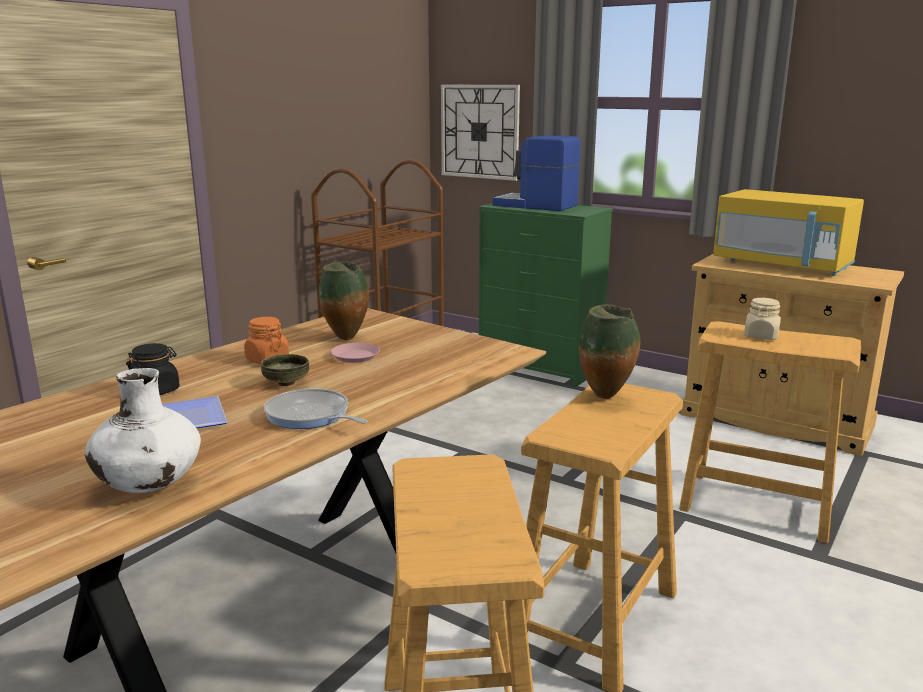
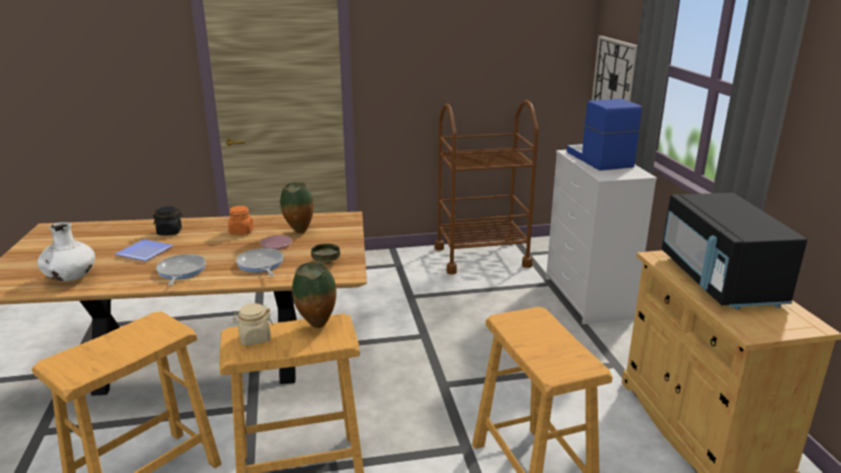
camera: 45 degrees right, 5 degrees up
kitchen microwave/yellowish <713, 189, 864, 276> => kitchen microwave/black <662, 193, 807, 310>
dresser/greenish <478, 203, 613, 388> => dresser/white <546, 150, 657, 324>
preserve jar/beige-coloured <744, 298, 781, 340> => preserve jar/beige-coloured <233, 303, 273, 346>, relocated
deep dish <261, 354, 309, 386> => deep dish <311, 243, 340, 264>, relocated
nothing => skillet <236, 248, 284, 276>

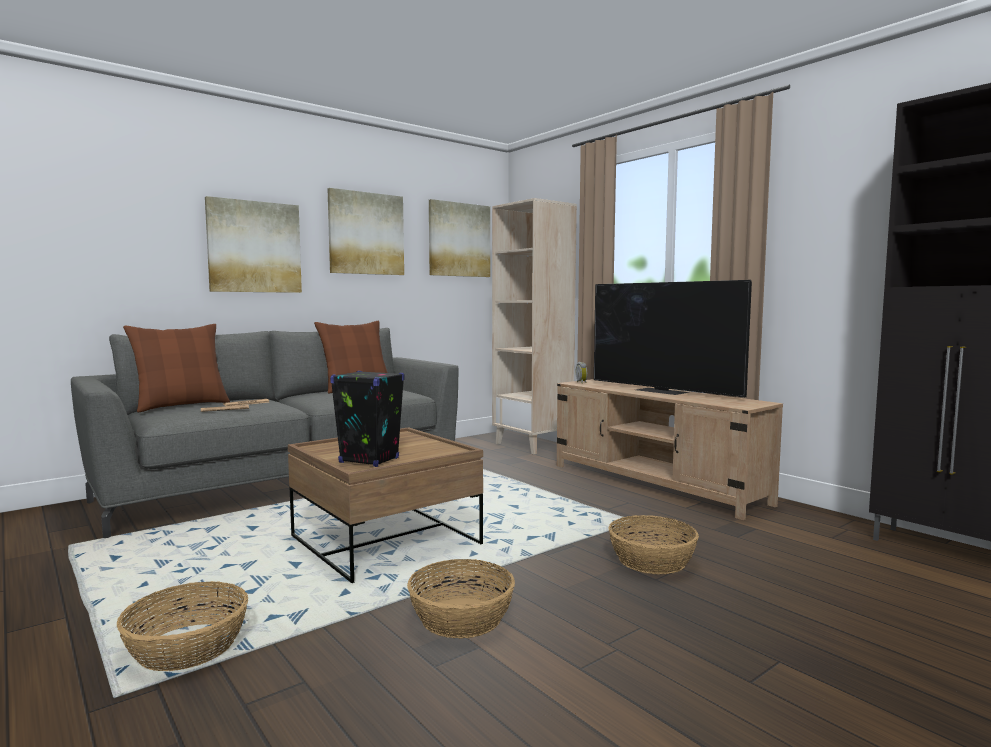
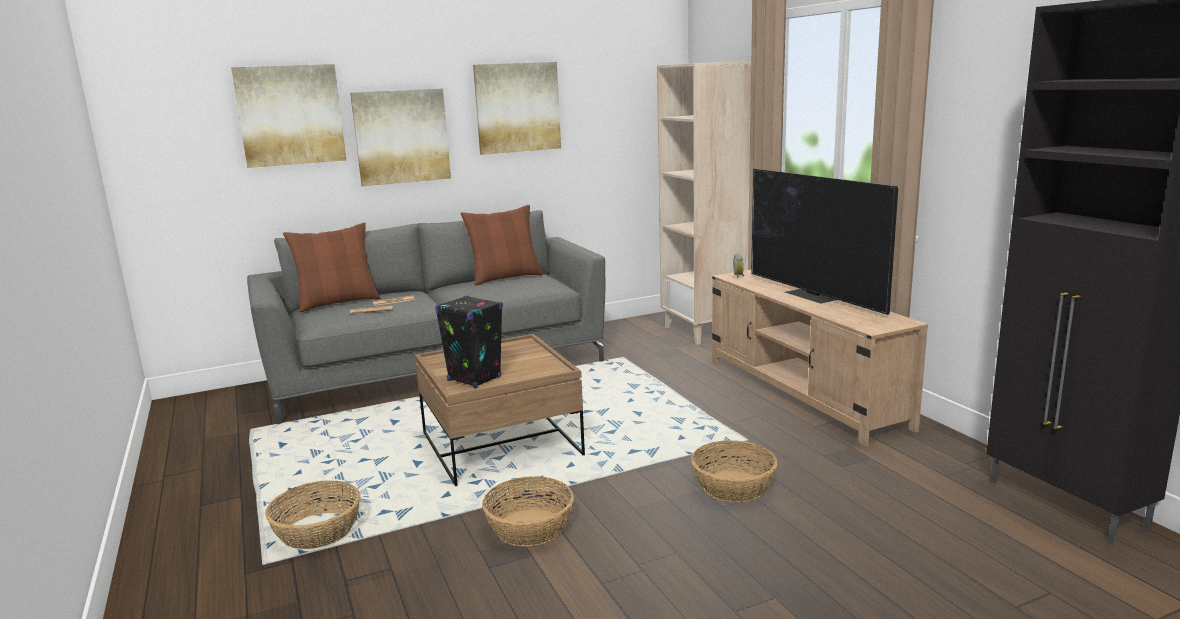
camera: 15 degrees right, 10 degrees up
picture <429, 199, 490, 277> => picture <231, 64, 346, 168>, relocated

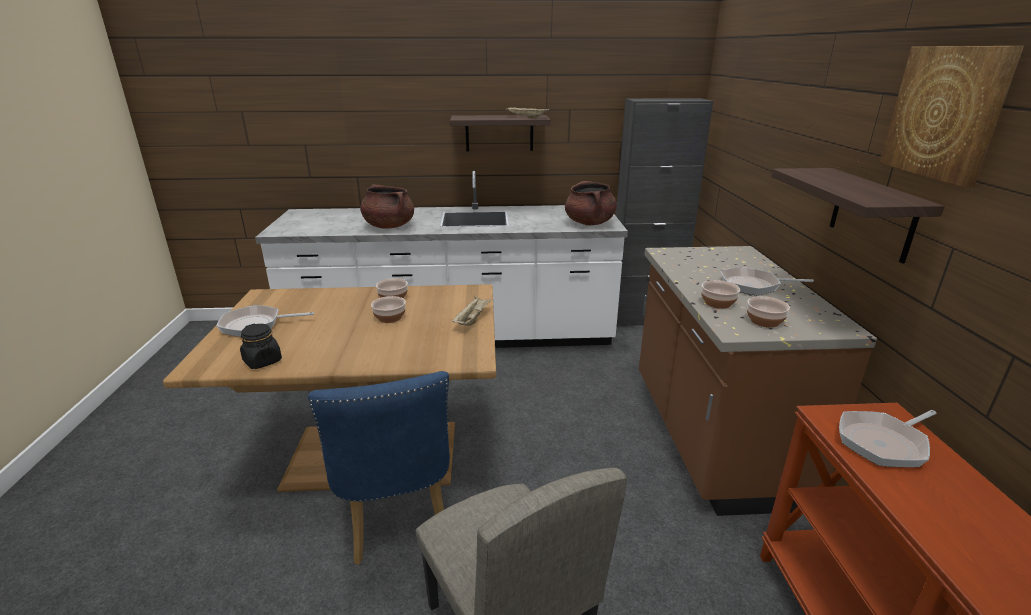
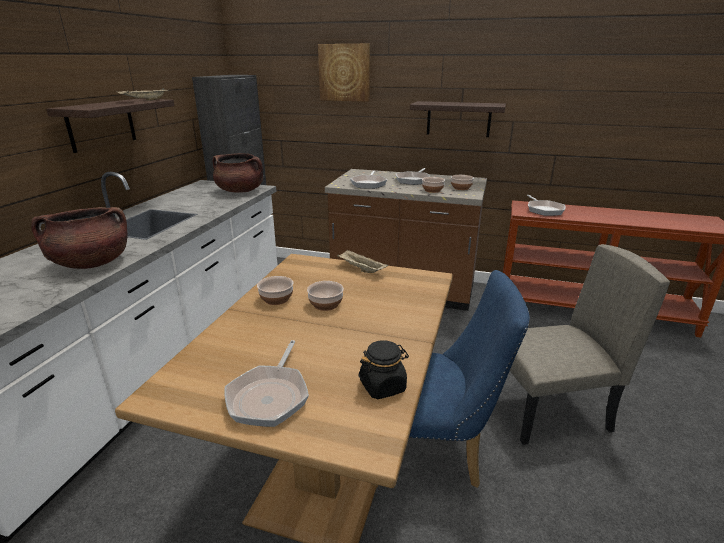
camera: 70 degrees left, 0 degrees up
picture <880, 46, 1024, 188> => picture <318, 44, 370, 102>, relocated
nothing => skillet <350, 170, 387, 189>

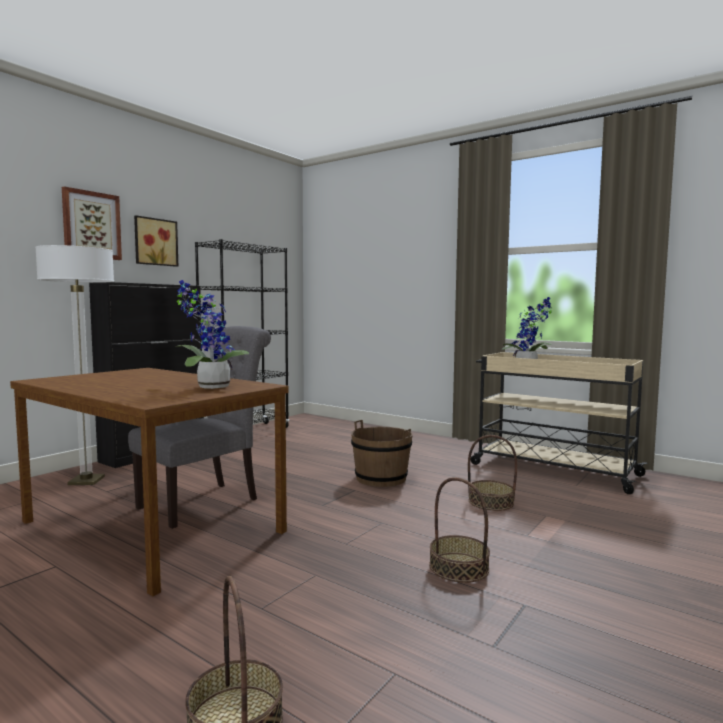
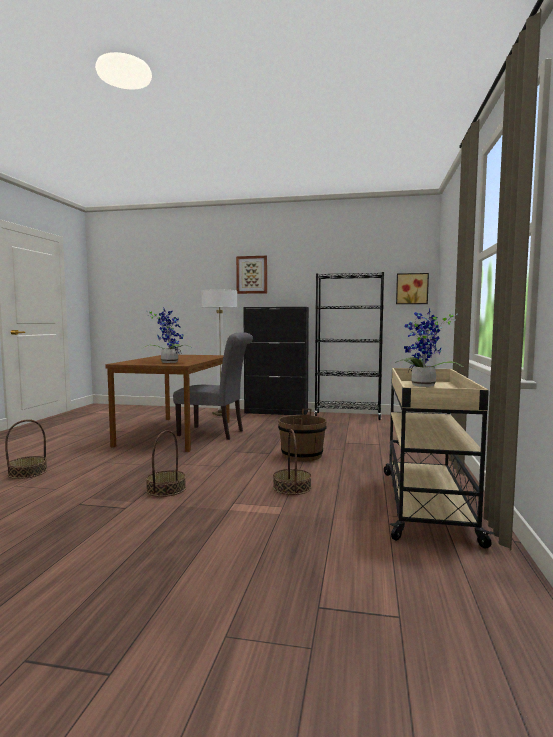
camera: 65 degrees right, 0 degrees up
picture <134, 215, 178, 267> => picture <396, 273, 429, 304>, relocated

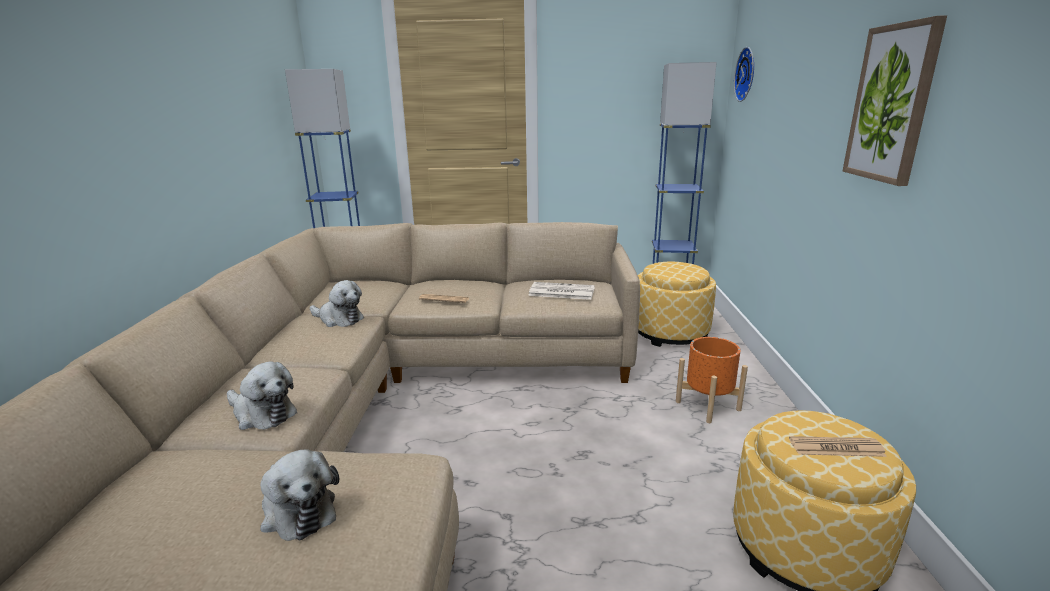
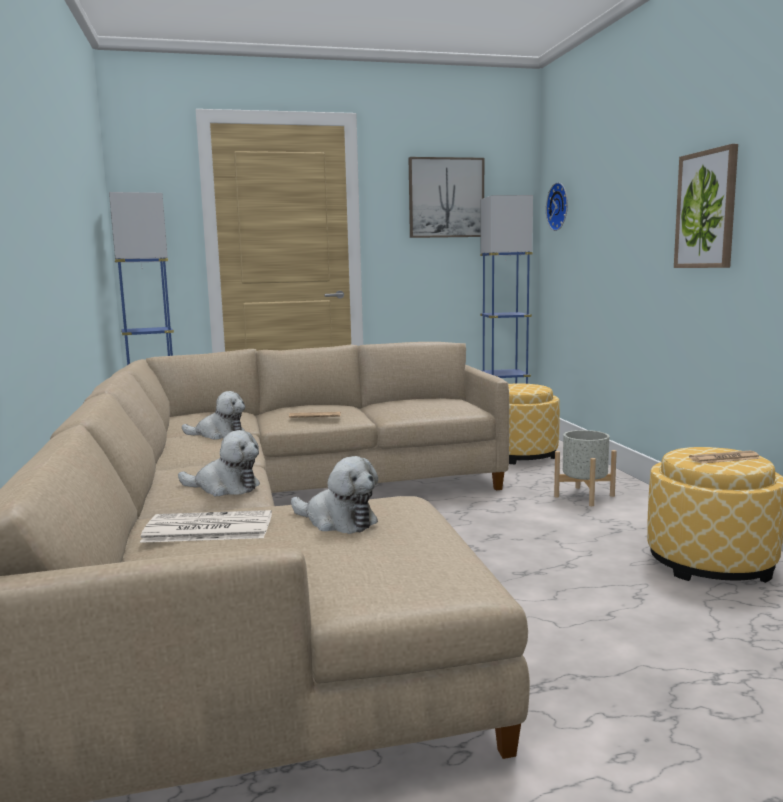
camera: 15 degrees left, 10 degrees down
printed paper <528, 282, 595, 300> => printed paper <139, 510, 272, 543>, relocated
planter/orange-coloured <676, 337, 748, 423> => planter/grey <554, 430, 617, 506>
nothing => picture <409, 157, 484, 238>

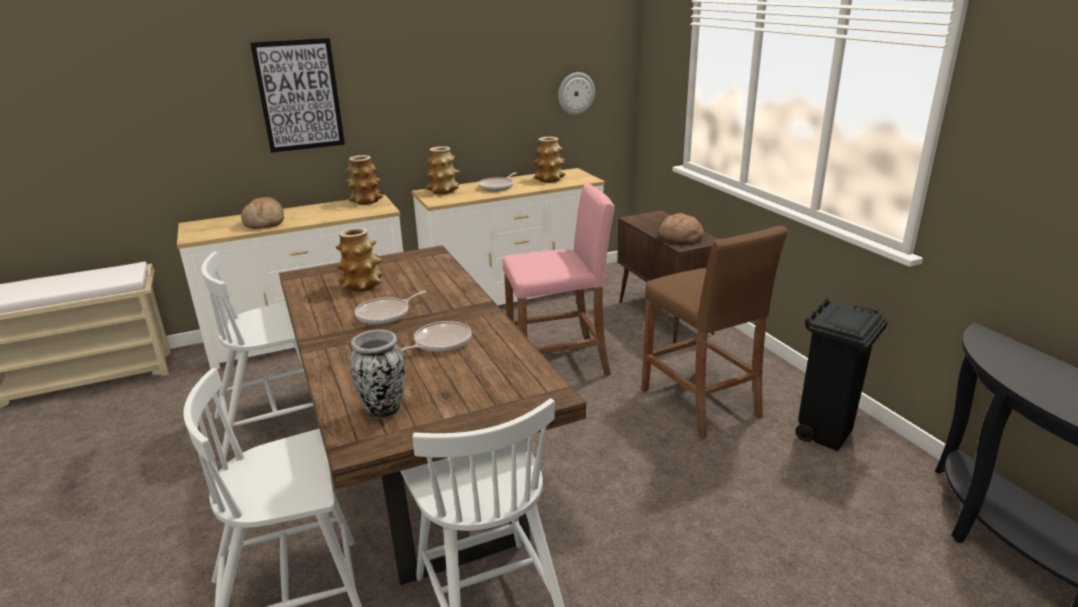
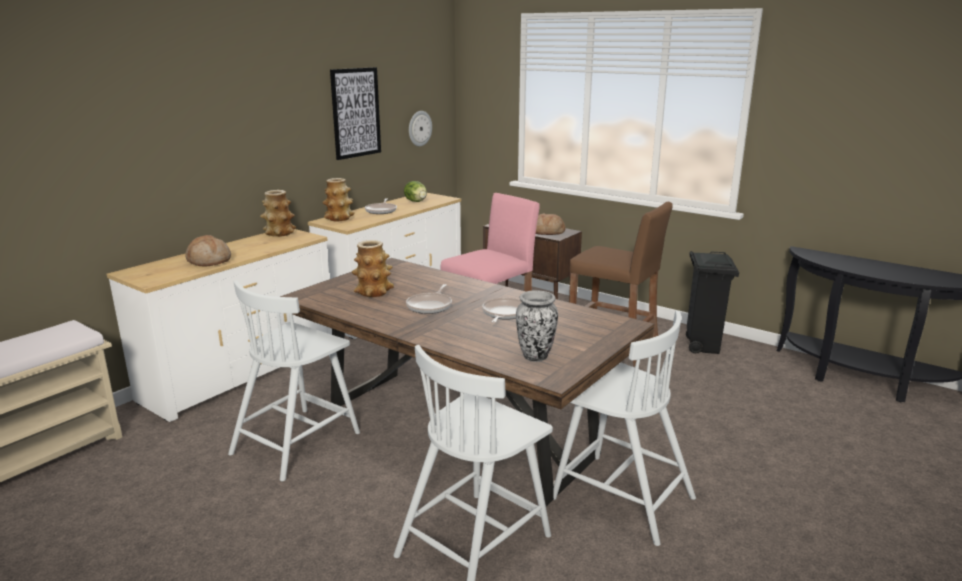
camera: 30 degrees left, 5 degrees down
picture <250, 38, 345, 153> => picture <330, 67, 381, 160>, relocated
decorative vase <533, 136, 566, 183> => lettuce <404, 181, 427, 202>

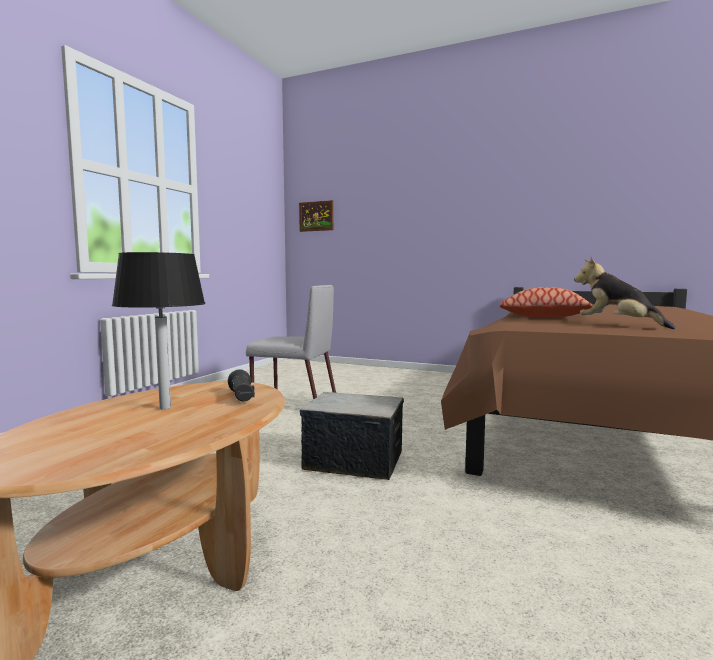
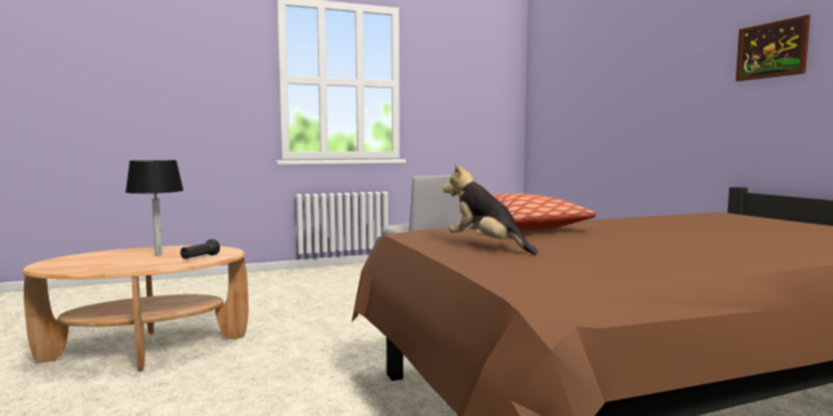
camera: 45 degrees right, 0 degrees up
picture <299, 200, 333, 232> => picture <736, 15, 810, 81>, relocated
cuddly toy <574, 257, 676, 329> => cuddly toy <443, 163, 538, 255>, 45 degrees counterclockwise
storage box <300, 392, 404, 480> => nothing

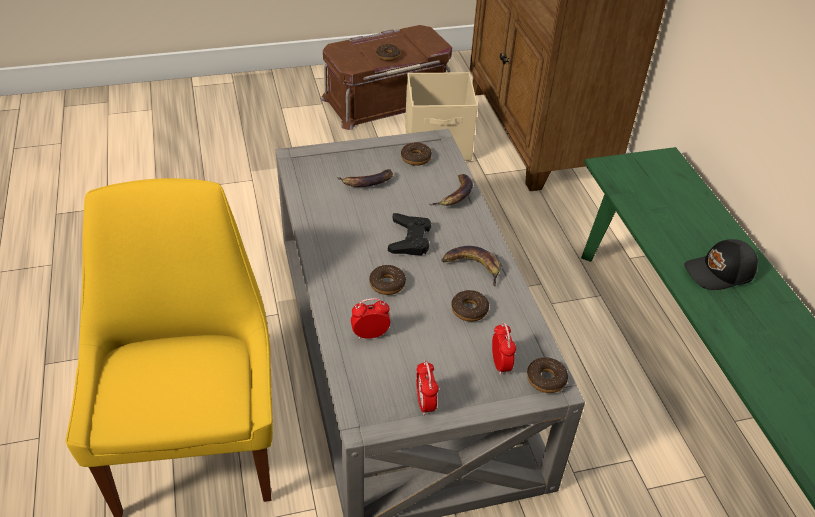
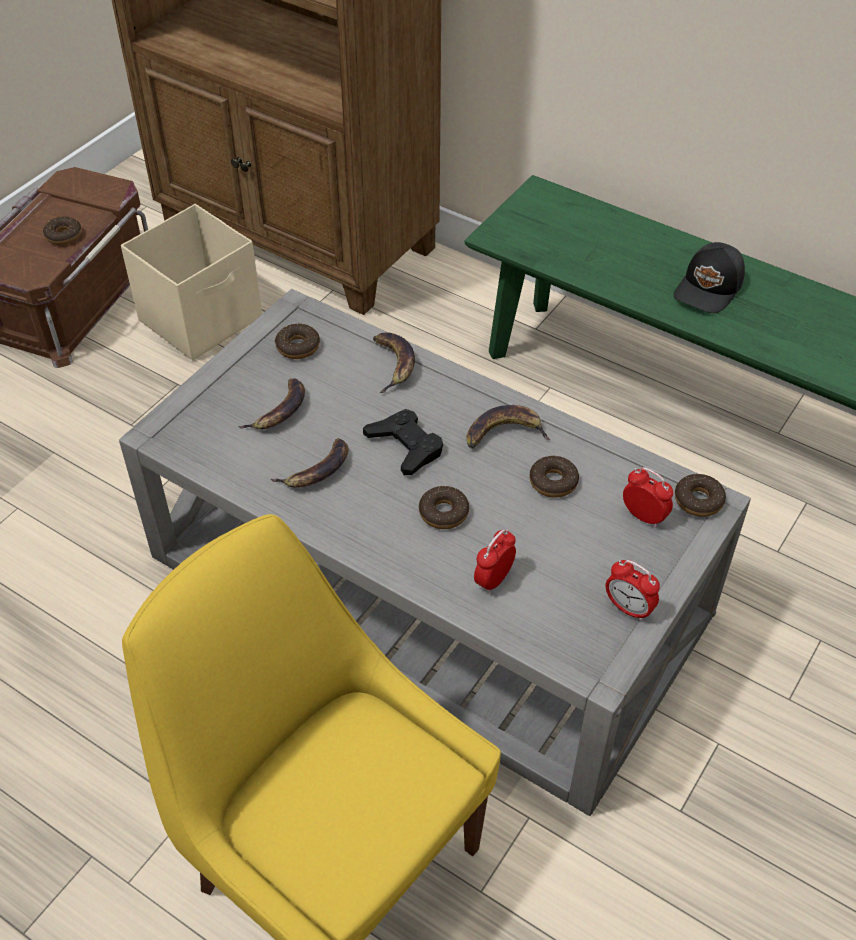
camera: 40 degrees left, 5 degrees up
nothing => banana <271, 438, 349, 488>

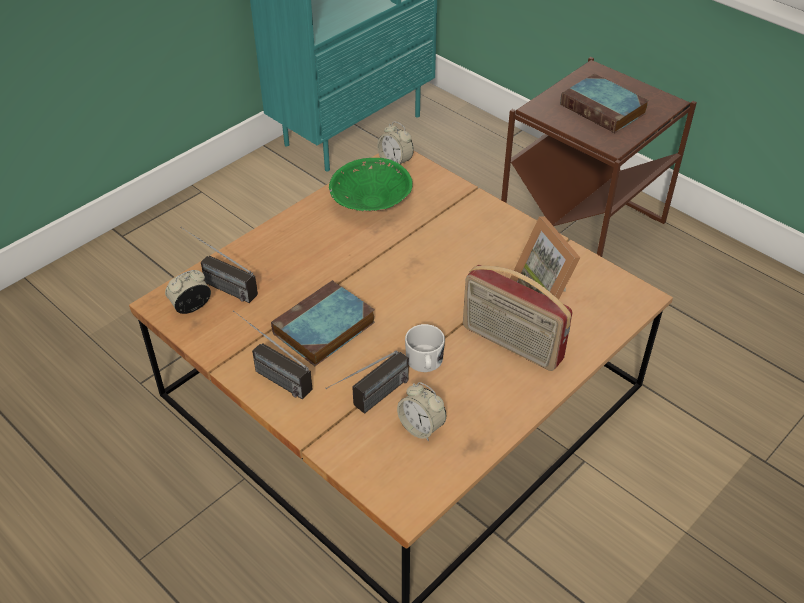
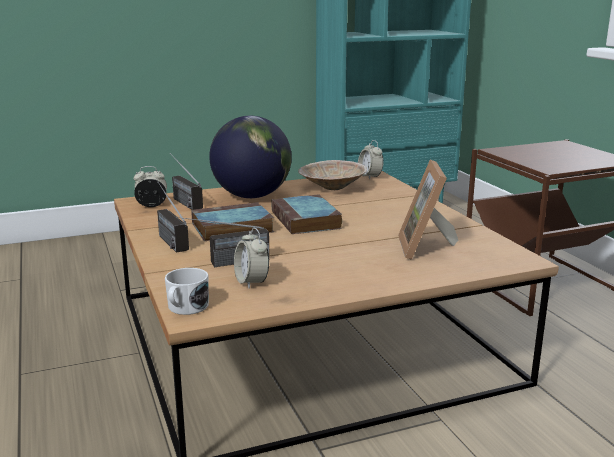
camera: 25 degrees right, 25 degrees down
bound book <560, 73, 649, 133> => bound book <271, 194, 342, 234>, relocated
deep dish/greenish <329, 158, 413, 211> => deep dish/beige-coloured <298, 160, 367, 190>
radio <463, 265, 573, 371> => nothing
coffee mug/white <405, 324, 445, 372> => coffee mug/white <165, 268, 209, 315>, relocated
nothing => globe <209, 116, 292, 198>

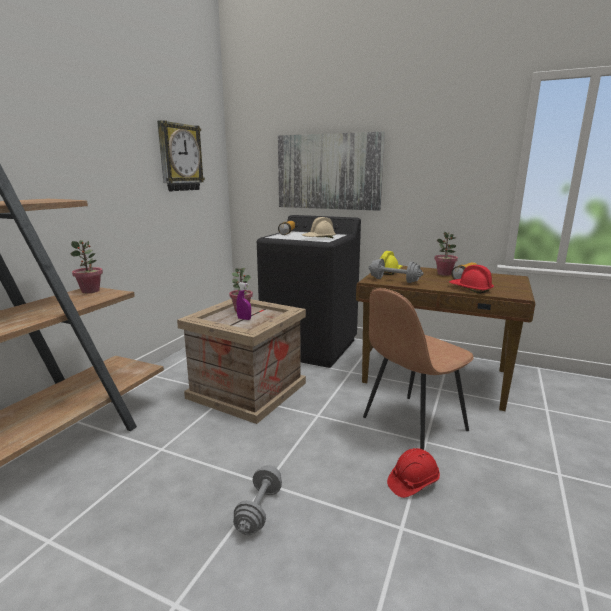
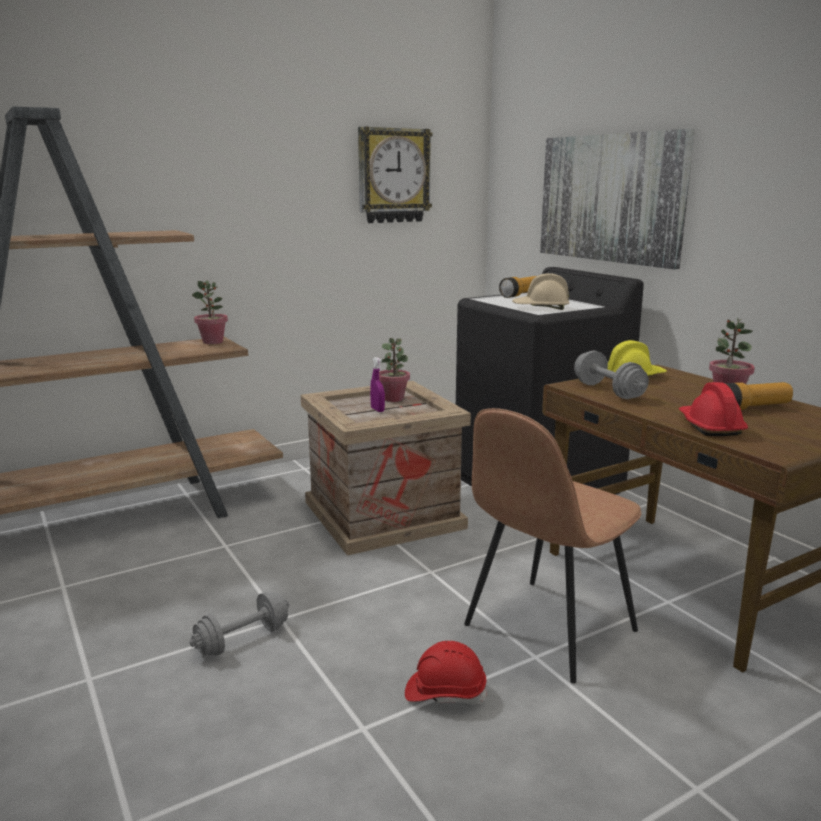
camera: 35 degrees right, 0 degrees up
chair/brown <363, 288, 474, 450> => chair/brown <464, 408, 641, 683>, 45 degrees counterclockwise

